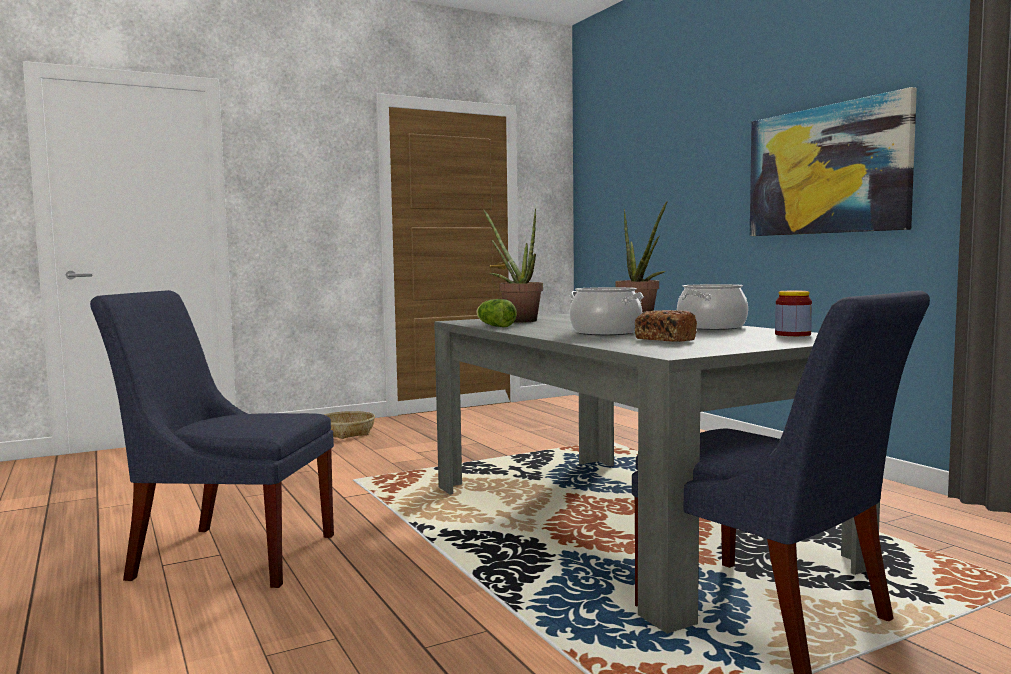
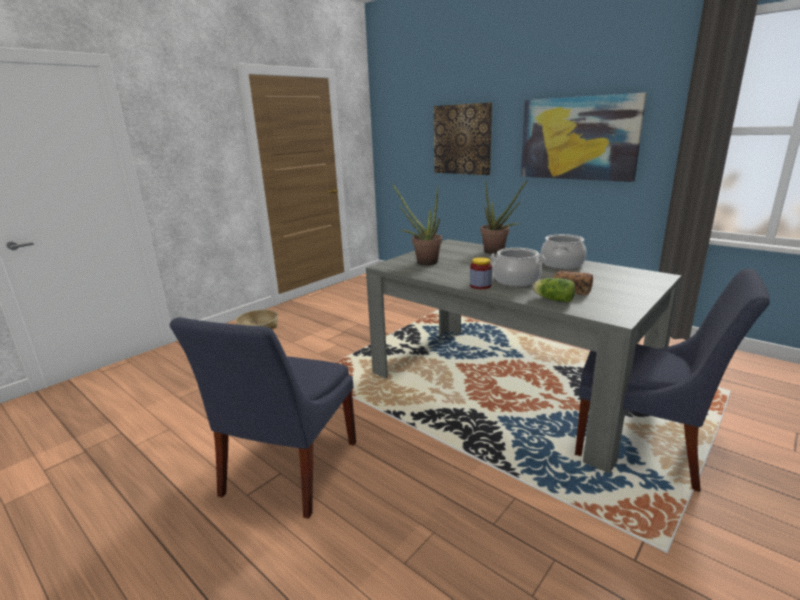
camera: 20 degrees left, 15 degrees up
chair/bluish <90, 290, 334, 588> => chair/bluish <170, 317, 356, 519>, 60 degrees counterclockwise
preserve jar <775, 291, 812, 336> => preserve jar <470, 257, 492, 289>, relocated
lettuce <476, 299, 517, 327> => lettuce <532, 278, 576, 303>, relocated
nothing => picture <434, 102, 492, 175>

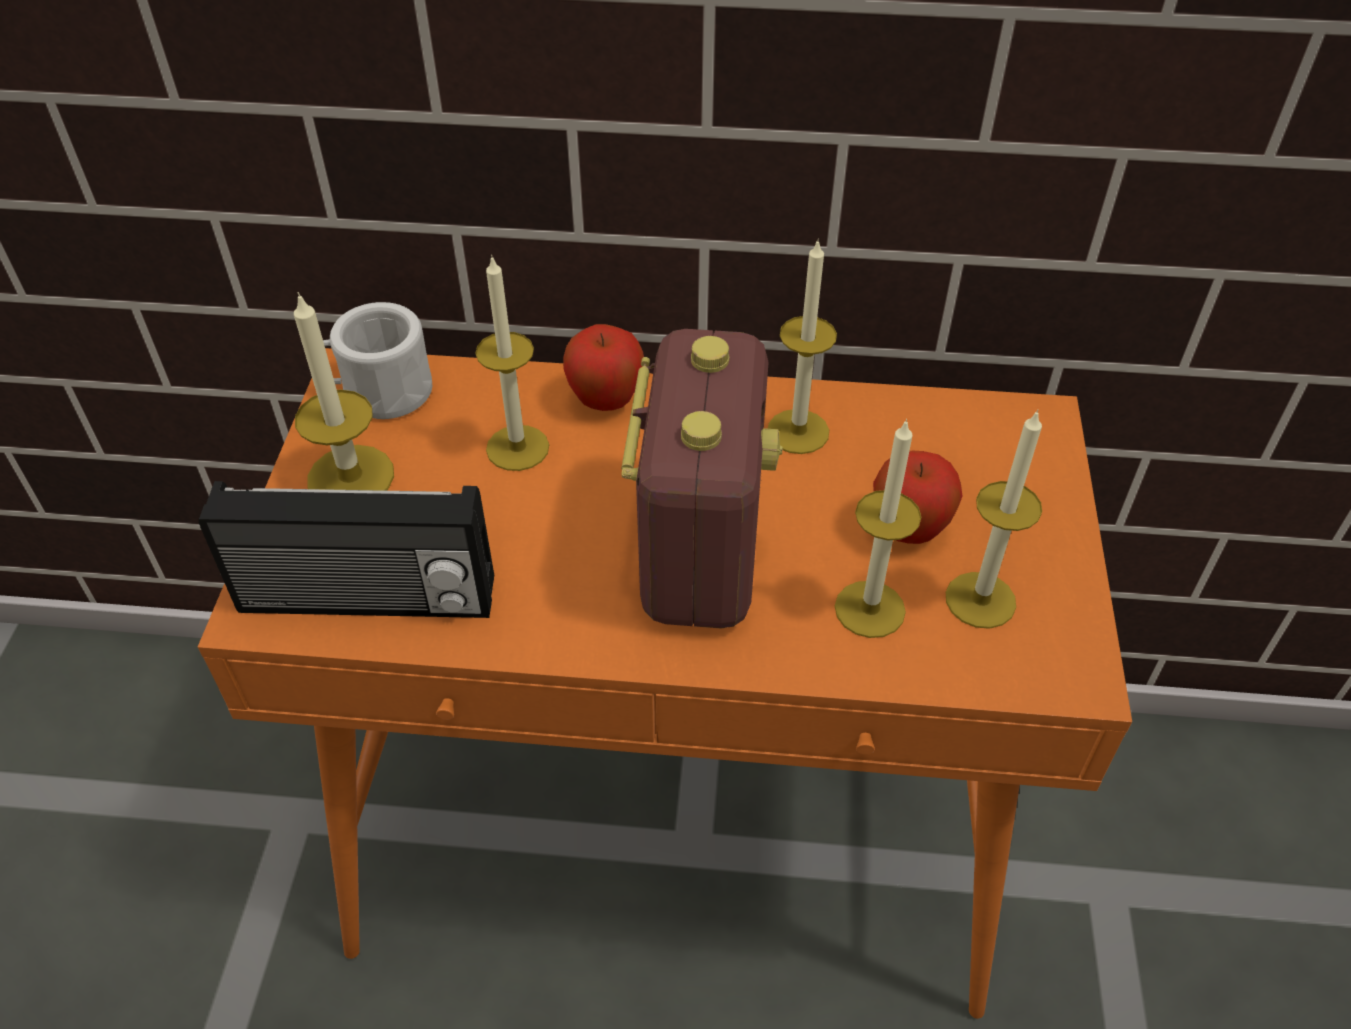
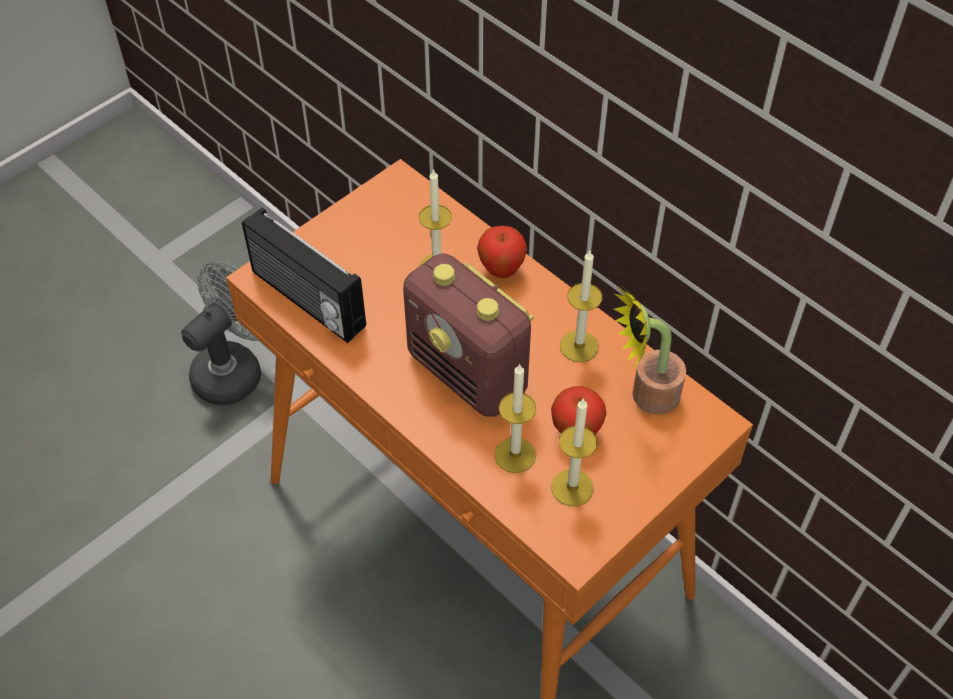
camera: 40 degrees right, 5 degrees up
wax candle <294, 292, 394, 491> => nothing
coffee mug/white <323, 302, 432, 419> => nothing
radio <621, 329, 783, 628> => radio <403, 253, 534, 417>, 90 degrees clockwise
nothing => cooling fan/grey <181, 261, 261, 405>
nothing => potted plant <614, 285, 686, 415>

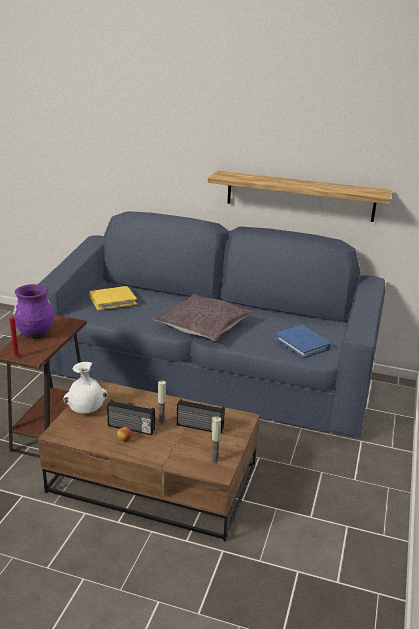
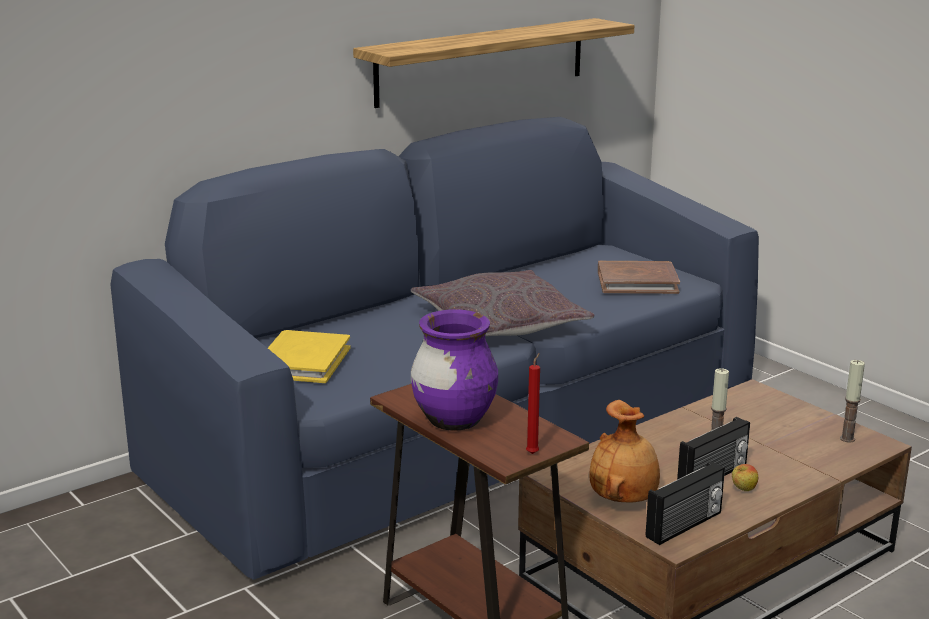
camera: 55 degrees left, 5 degrees down
bound book/bluish <274, 325, 331, 359> => bound book/brown <598, 261, 680, 294>
decorative vase/white <63, 362, 108, 414> => decorative vase/brown <589, 400, 660, 502>
radio <177, 399, 225, 434> => radio <645, 461, 725, 545>, relocated

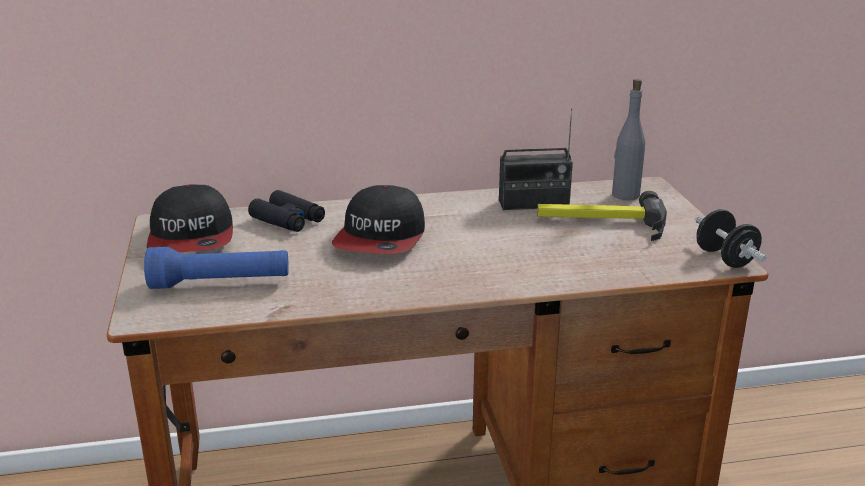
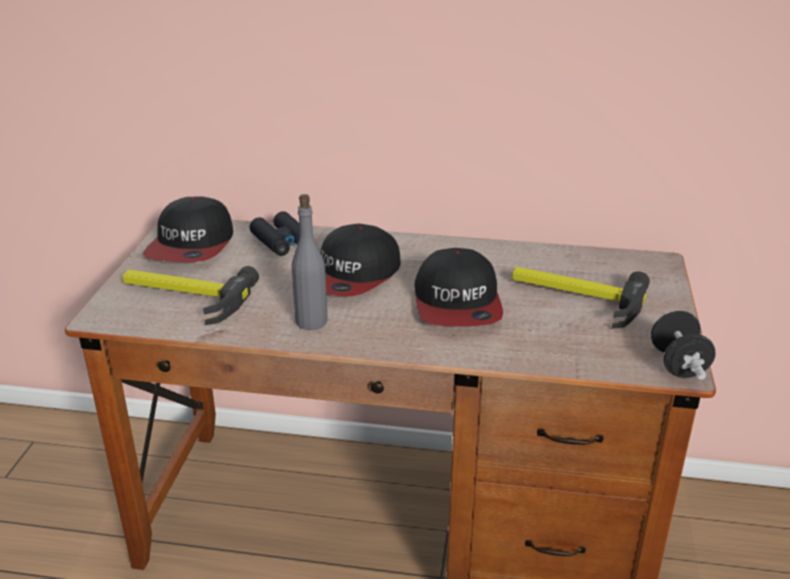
camera: 20 degrees right, 5 degrees up
beverage bottle/grey <612, 79, 645, 200> => beverage bottle/grey <292, 194, 328, 330>, relocated
radio <499, 108, 573, 210> => nothing
flashlight/bluish <144, 247, 289, 289> => hammer <122, 266, 259, 325>
nothing => baseball cap <414, 248, 503, 327>

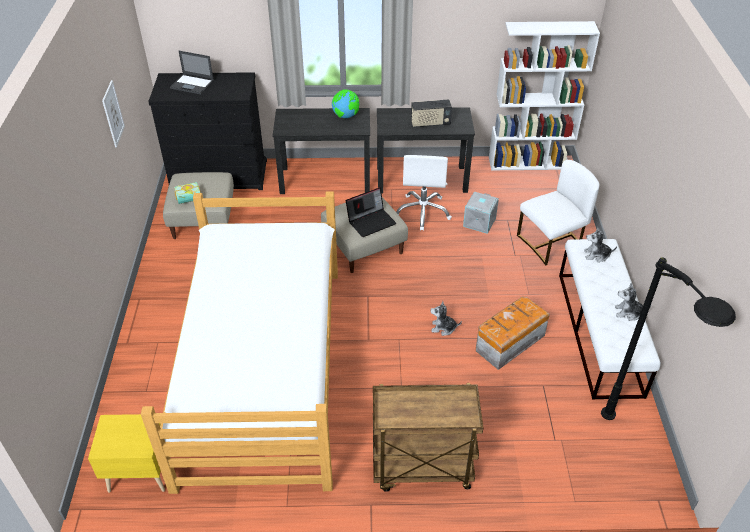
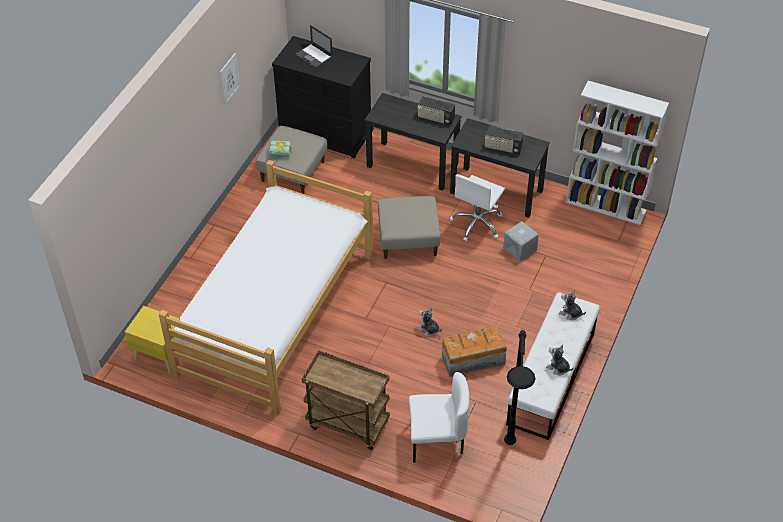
camera: 25 degrees right, 5 degrees up
globe <332, 89, 359, 118> => radio <418, 96, 455, 126>
chair/white <517, 160, 599, 265> => chair/white <409, 372, 470, 463>, relocated
laptop <346, 187, 396, 237> => nothing

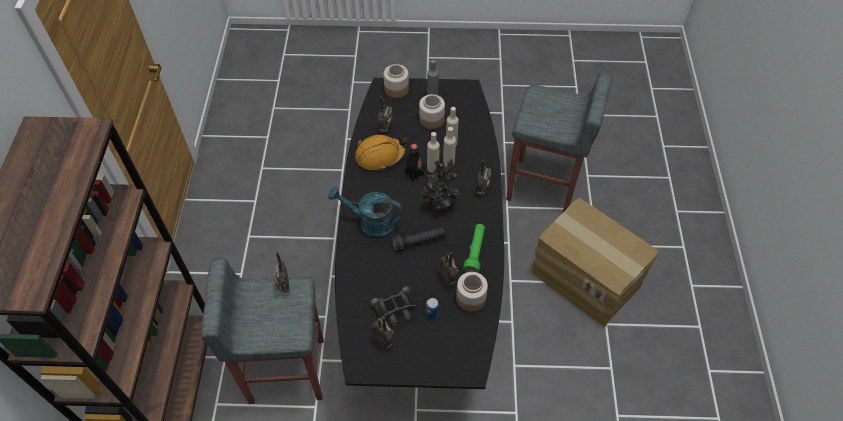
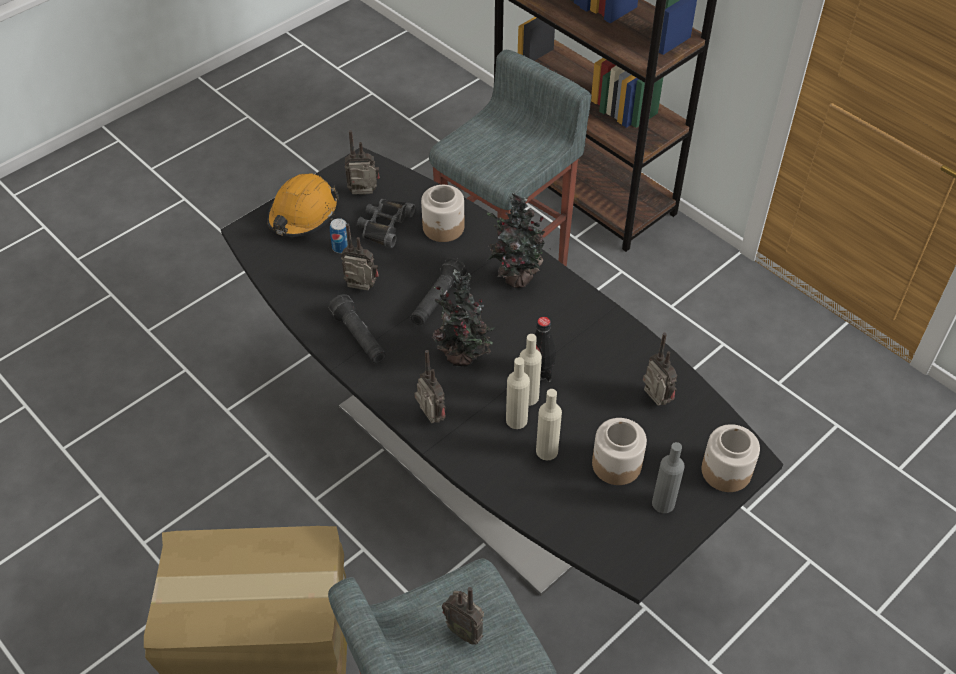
camera: 135 degrees right, 5 degrees down
work helmet/orange-coloured <355, 135, 407, 171> => work helmet/orange-coloured <267, 174, 339, 237>, relocated
watering can/turquoise <328, 187, 403, 239> => potted plant <487, 193, 551, 288>
flashlight/greenish <463, 224, 485, 273> => flashlight/black <328, 294, 386, 363>
radio <273, 252, 289, 292> => radio <442, 587, 484, 645>, relocated
preserve jar <456, 272, 488, 311> => preserve jar <421, 185, 464, 242>, relocated

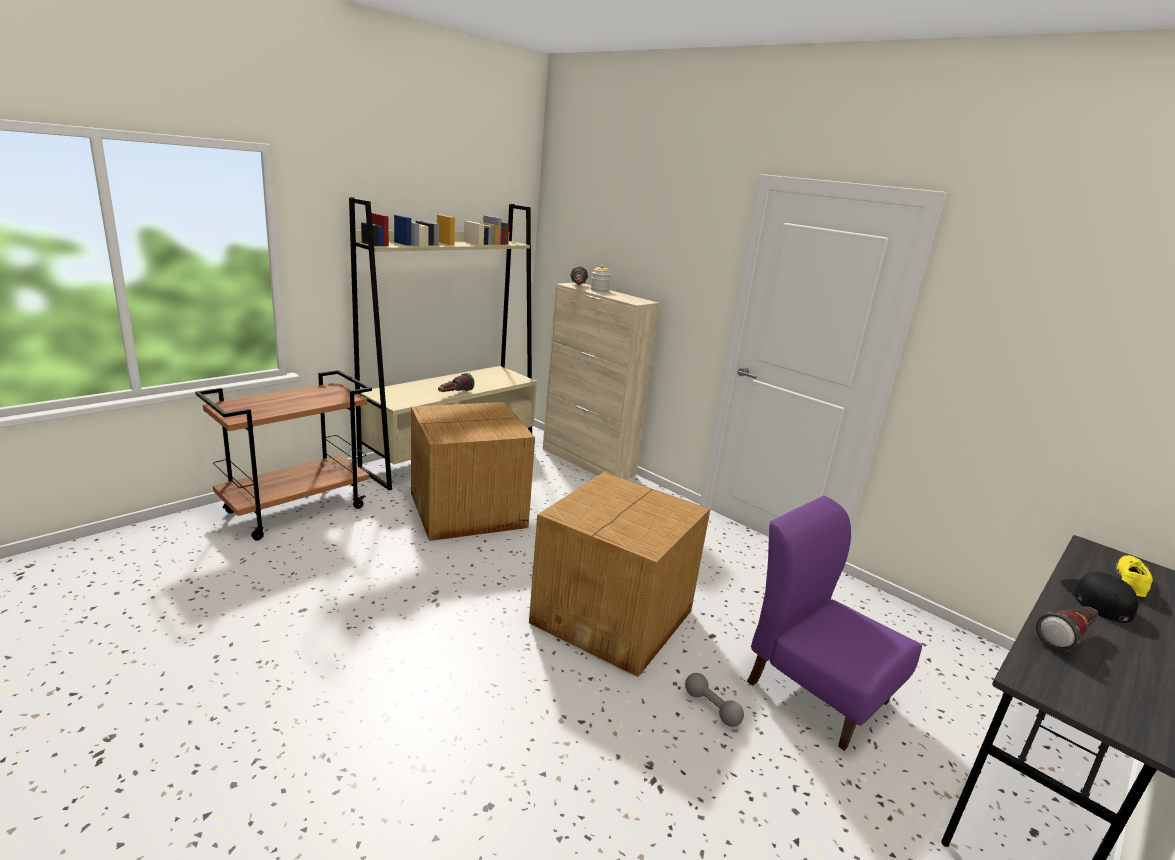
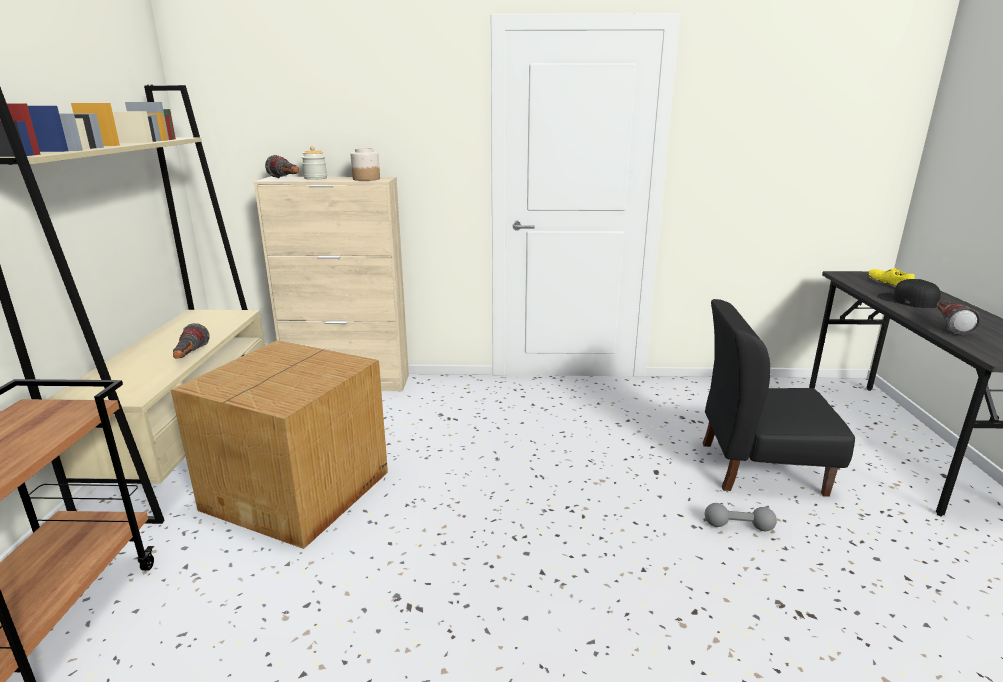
camera: 40 degrees left, 0 degrees up
carton <529, 472, 710, 677> => nothing
chair/purple <747, 496, 922, 751> => chair/black <703, 299, 855, 497>
nothing => preserve jar <351, 148, 380, 181>

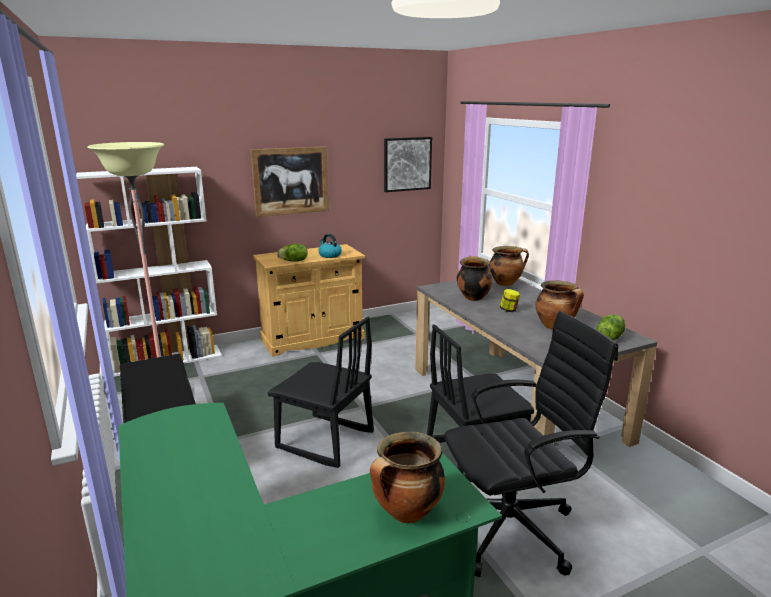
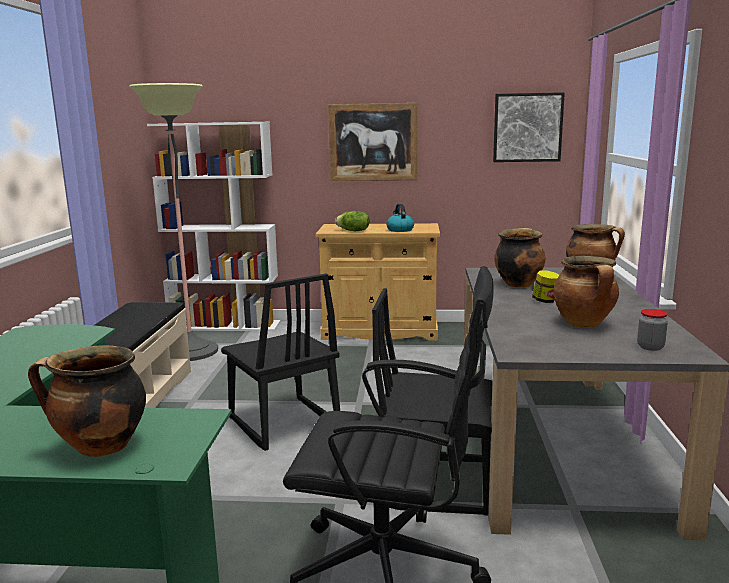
camera: 30 degrees right, 5 degrees down
lettuce <596, 314, 626, 341> => preserve jar <637, 309, 668, 351>

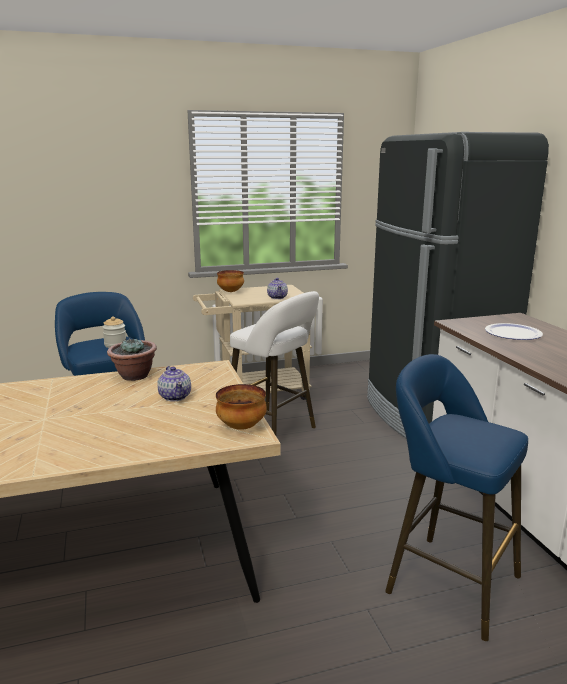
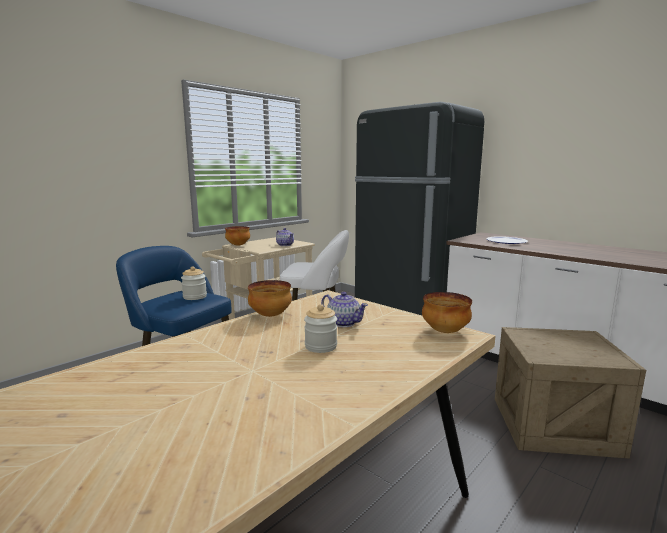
camera: 30 degrees left, 5 degrees down
potted plant <107, 338, 157, 381> => deep dish <248, 280, 292, 317>
stool/bluish <385, 354, 528, 641> => crate <495, 327, 646, 459>
nothing => preserve jar <304, 304, 337, 353>

